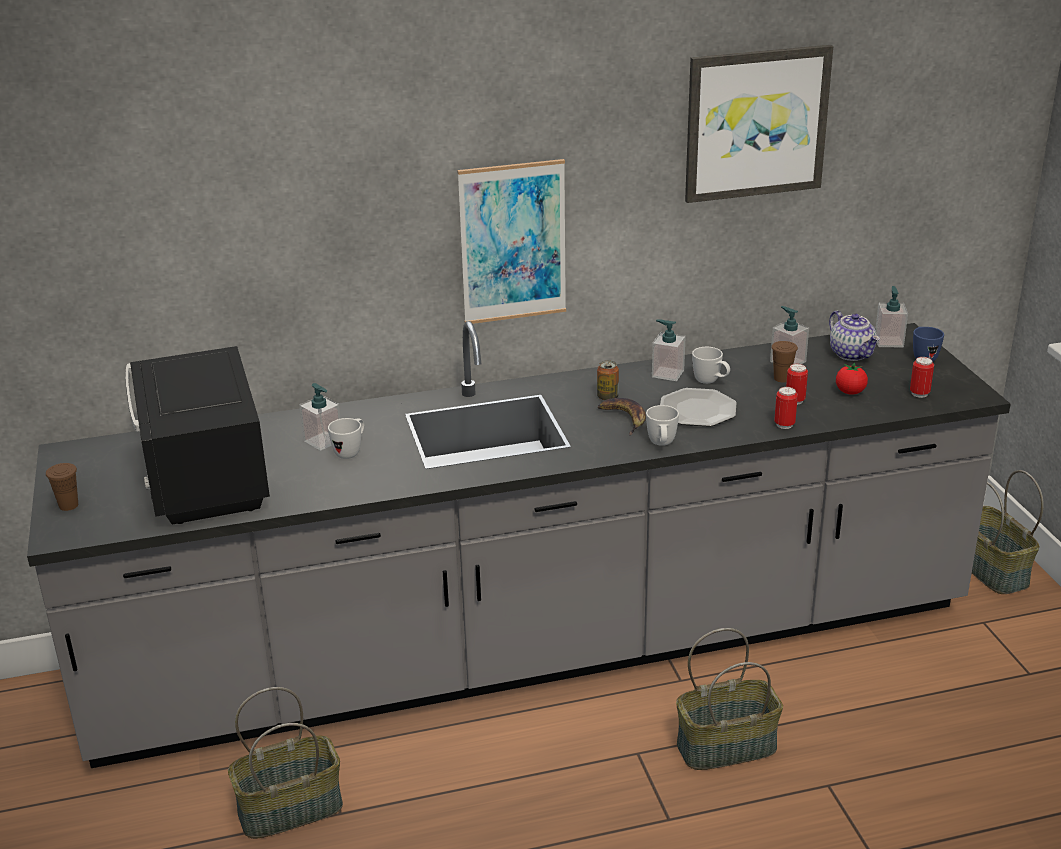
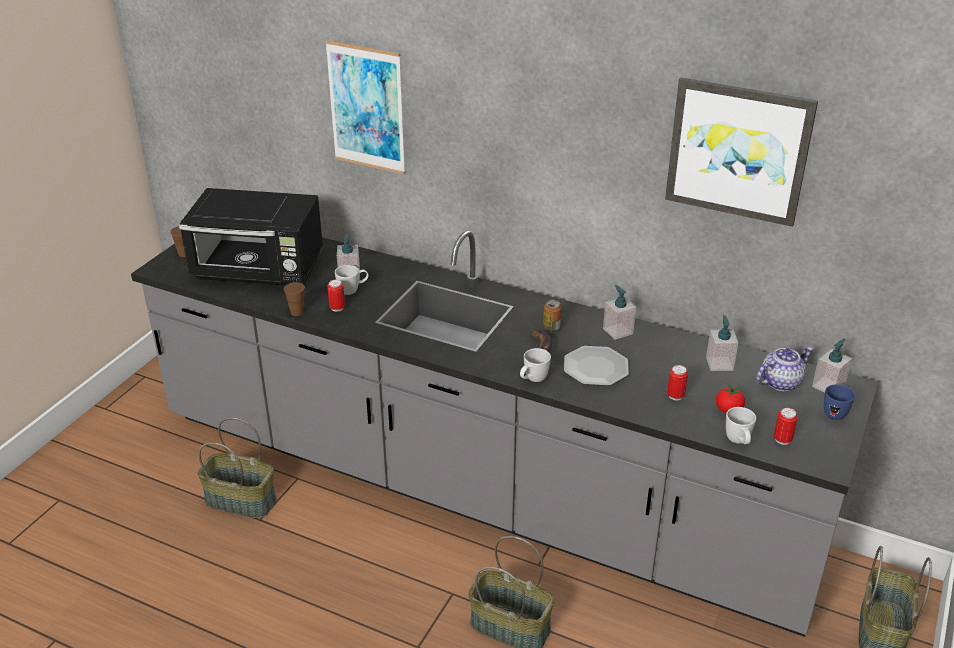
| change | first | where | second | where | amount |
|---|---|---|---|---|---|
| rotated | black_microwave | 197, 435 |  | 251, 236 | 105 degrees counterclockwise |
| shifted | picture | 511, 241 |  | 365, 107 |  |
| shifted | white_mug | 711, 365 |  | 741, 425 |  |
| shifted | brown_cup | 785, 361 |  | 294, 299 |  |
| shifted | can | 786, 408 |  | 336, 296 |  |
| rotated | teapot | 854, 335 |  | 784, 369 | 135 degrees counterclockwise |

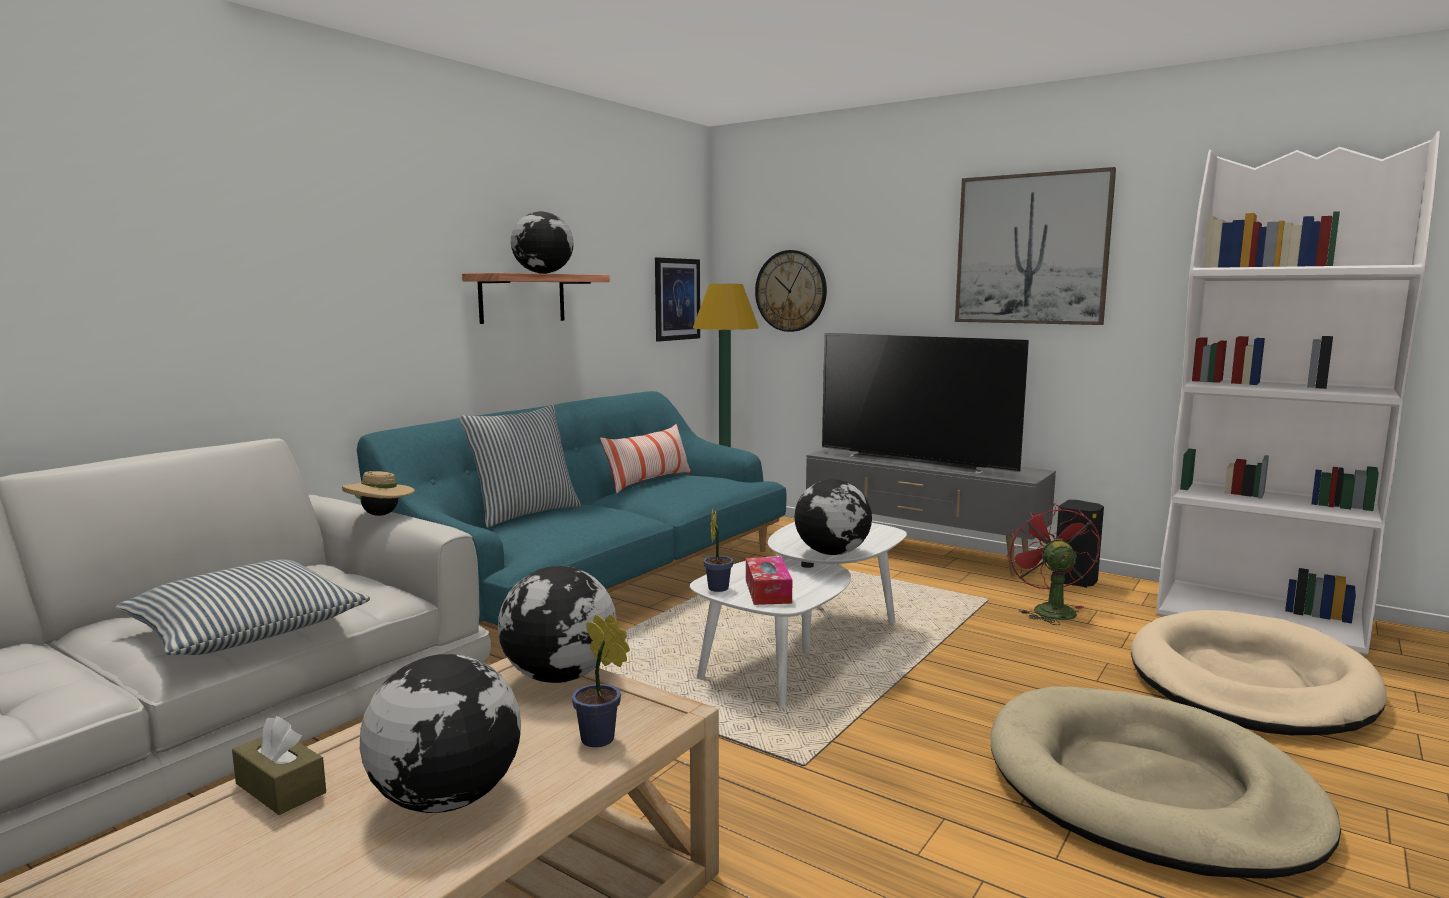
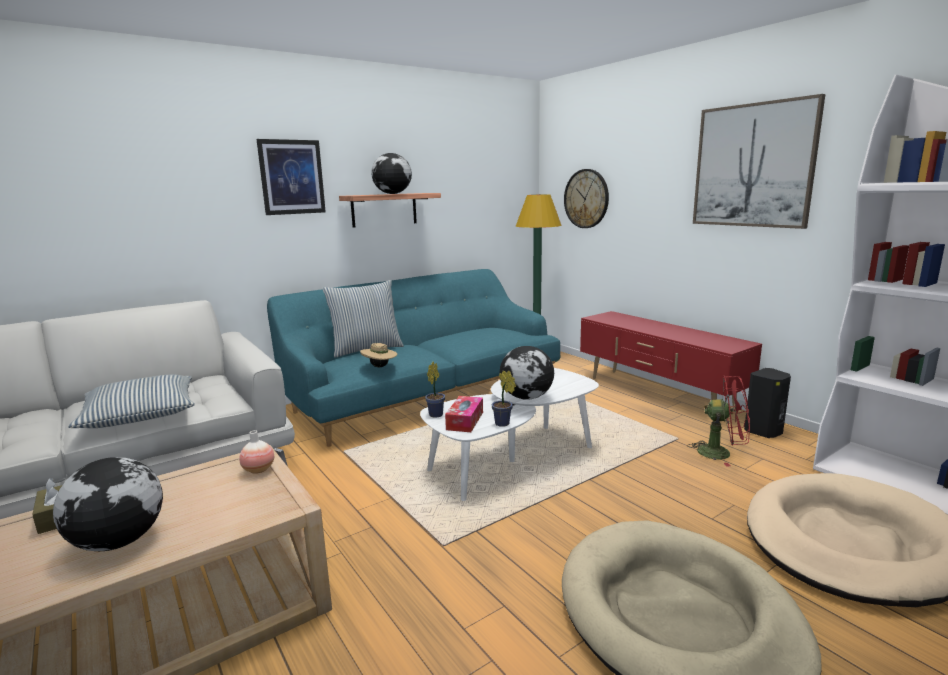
| change | first | where | second | where | amount |
|---|---|---|---|---|---|
| shifted | beige_hat | 378, 493 |  | 378, 355 |  |
| swapped | globe | 557, 624 | vase | 256, 452 |  |
| shifted | potted_plant | 601, 681 |  | 504, 398 |  |
| gone | pillow | 645, 459 |  |  |  |
| shifted | picture | 677, 300 |  | 291, 177 |  |
| repainted | grey_tv_stand | 931, 512 | red_tv_stand | 671, 361 |  |
| gone | television | 925, 403 |  |  |  |
| rotated | red_fan | 1053, 564 |  | 718, 421 | 90 degrees clockwise |

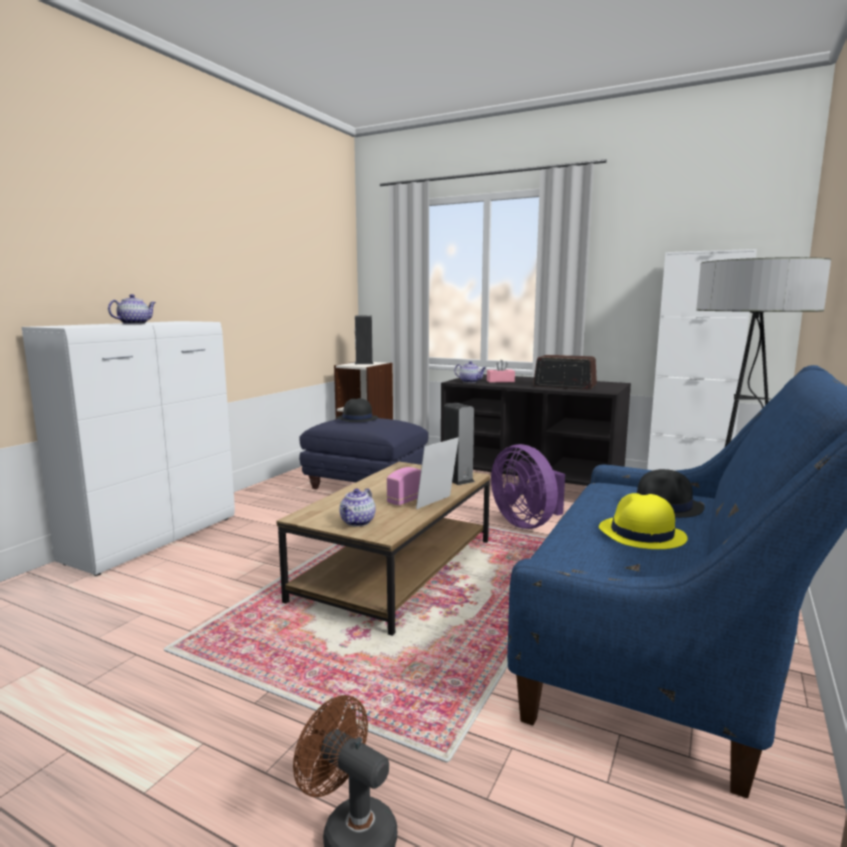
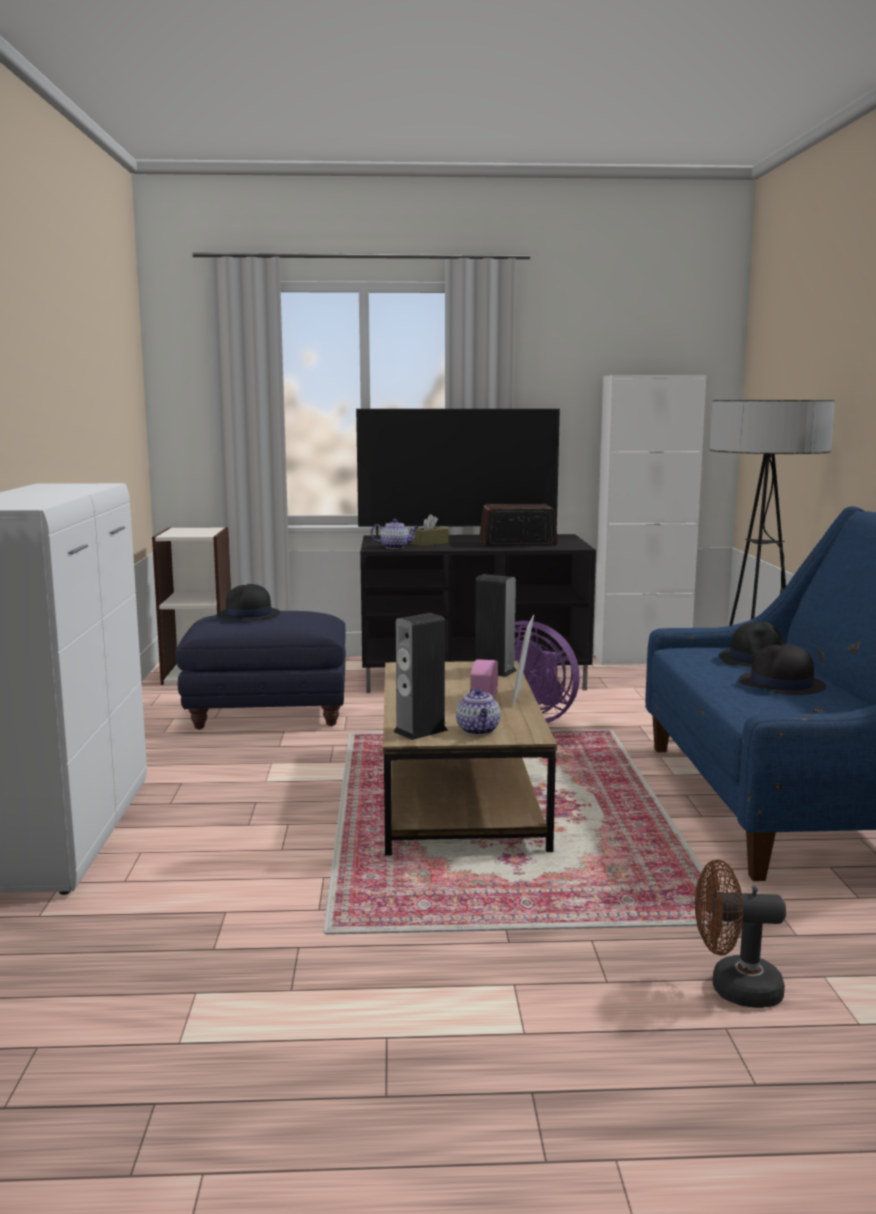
| change | first | where | second | where | amount |
|---|---|---|---|---|---|
| gone | teapot | 132, 309 |  |  |  |
| shifted | speaker | 364, 339 |  | 420, 676 |  |
| repainted | pink_tissue_box | 501, 371 | brown_tissue_box | 429, 530 |  |
| repainted | yellow_hat | 643, 521 | black_hat | 782, 669 |  |
| new |  |  | television | 458, 474 |  |

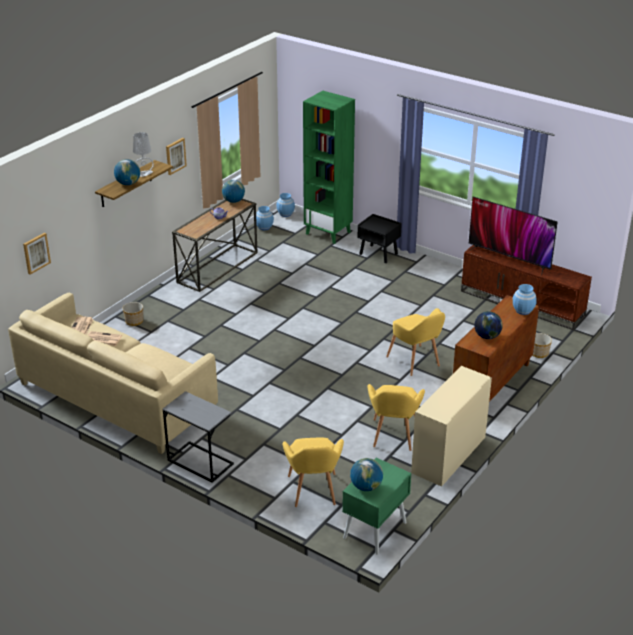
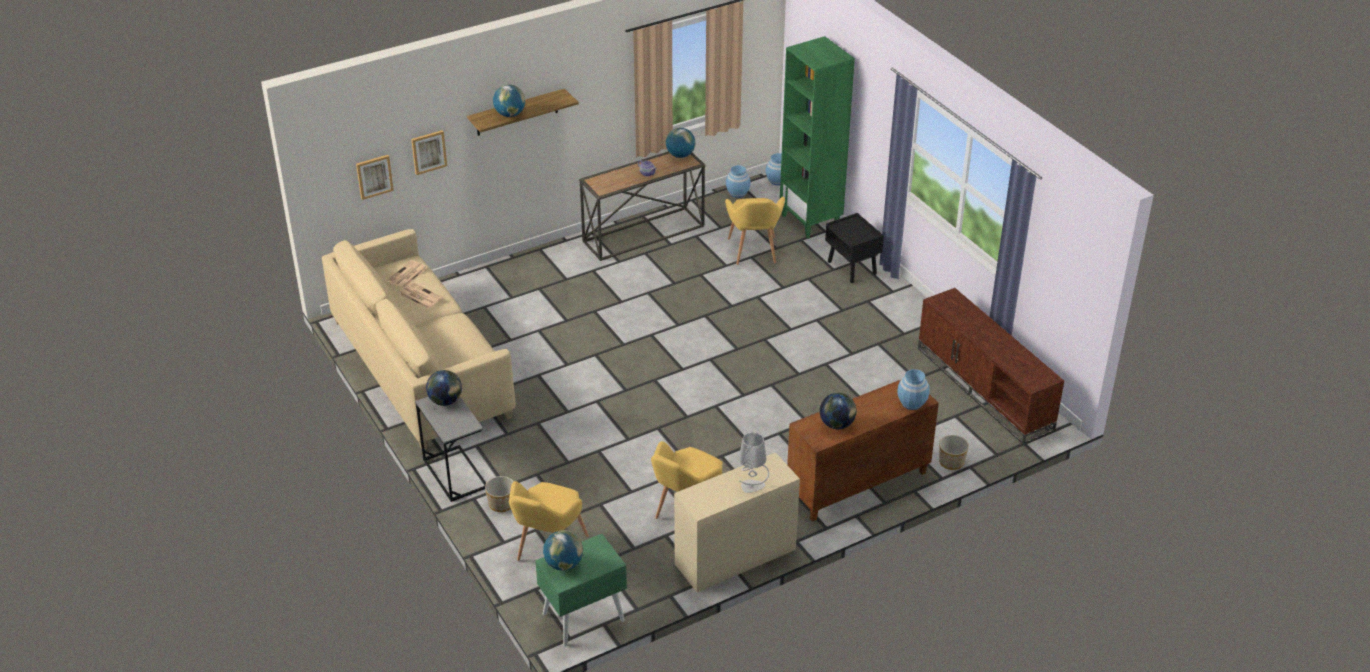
| change | first | where | second | where | amount |
|---|---|---|---|---|---|
| shifted | planter | 133, 314 |  | 499, 494 |  |
| shifted | grey_table_lamp | 143, 154 |  | 754, 462 |  |
| shifted | picture | 176, 156 |  | 429, 152 |  |
| shifted | yellow_armchair | 415, 342 |  | 755, 231 |  |
| gone | television | 512, 236 |  |  |  |
| new |  |  | globe | 444, 388 |  |

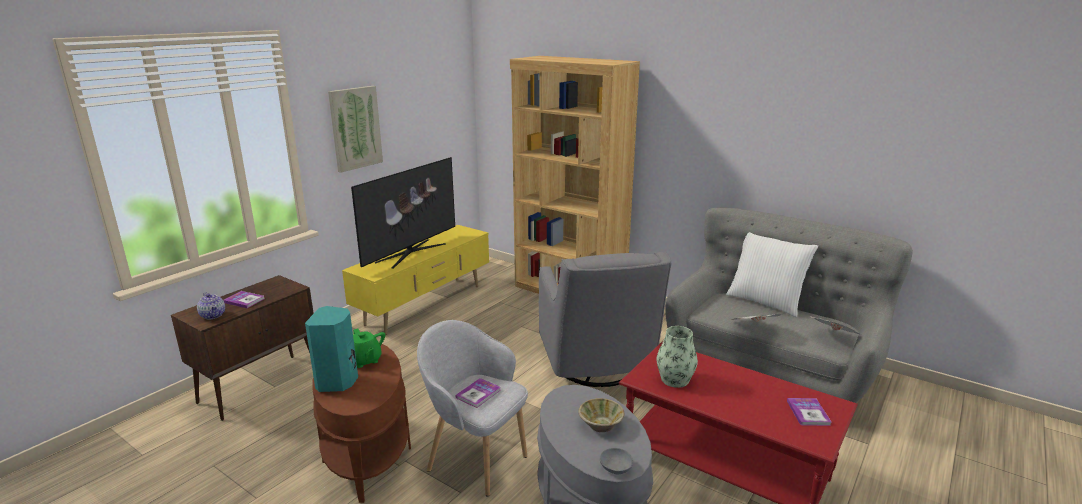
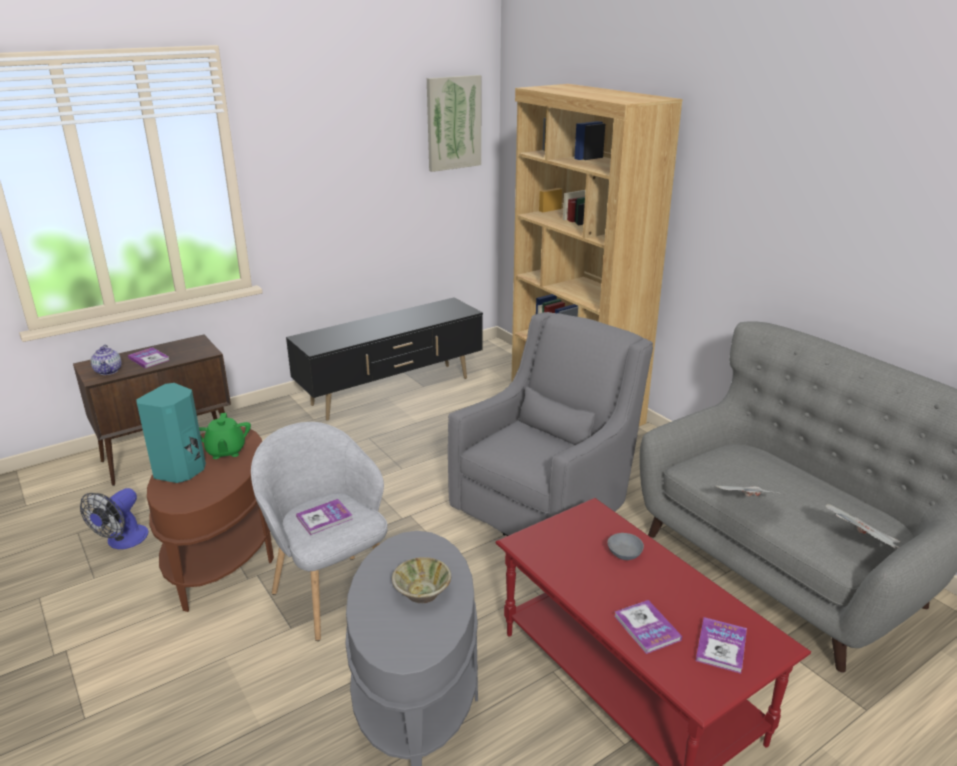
| change | first | where | second | where | amount |
|---|---|---|---|---|---|
| shifted | picture | 355, 129 |  | 454, 123 |  |
| repainted | yellow_tv_stand | 415, 280 | black_tv_stand | 384, 359 |  |
| gone | television | 403, 213 |  |  |  |
| rotated | grey_armchair | 605, 319 |  | 550, 424 | 150 degrees counterclockwise |
| shifted | grey_bowl | 616, 461 |  | 625, 546 |  |
| gone | vase | 677, 357 |  |  |  |
| gone | white_pillow | 772, 274 |  |  |  |
| new |  |  | fan | 114, 518 |  |
| new |  |  | book | 648, 627 |  |

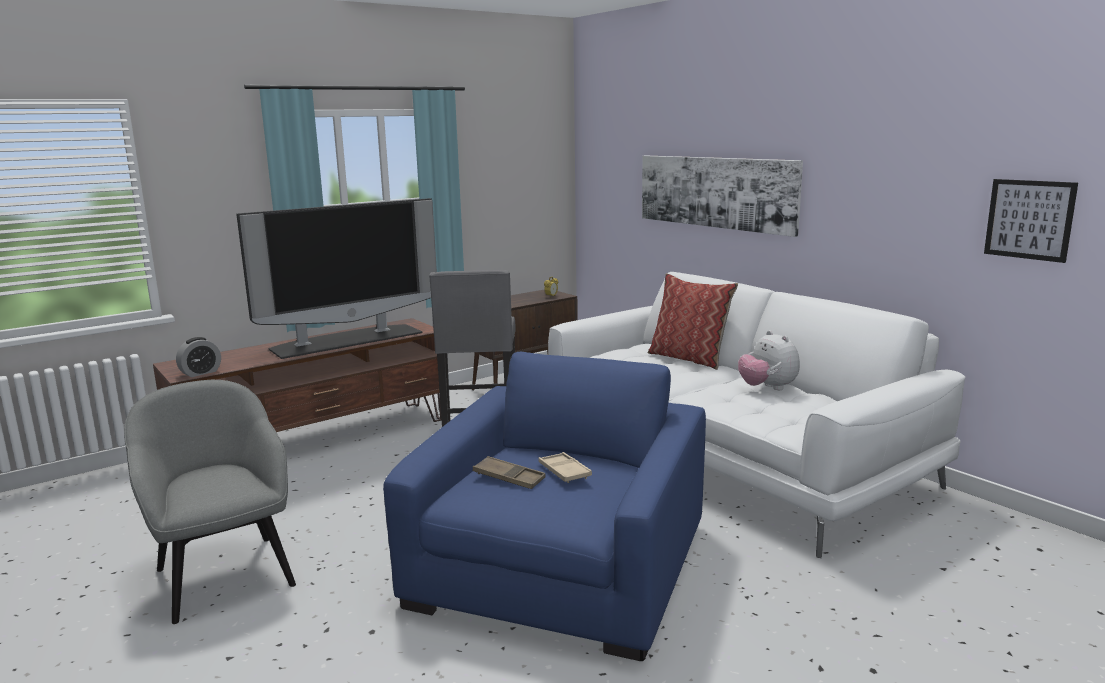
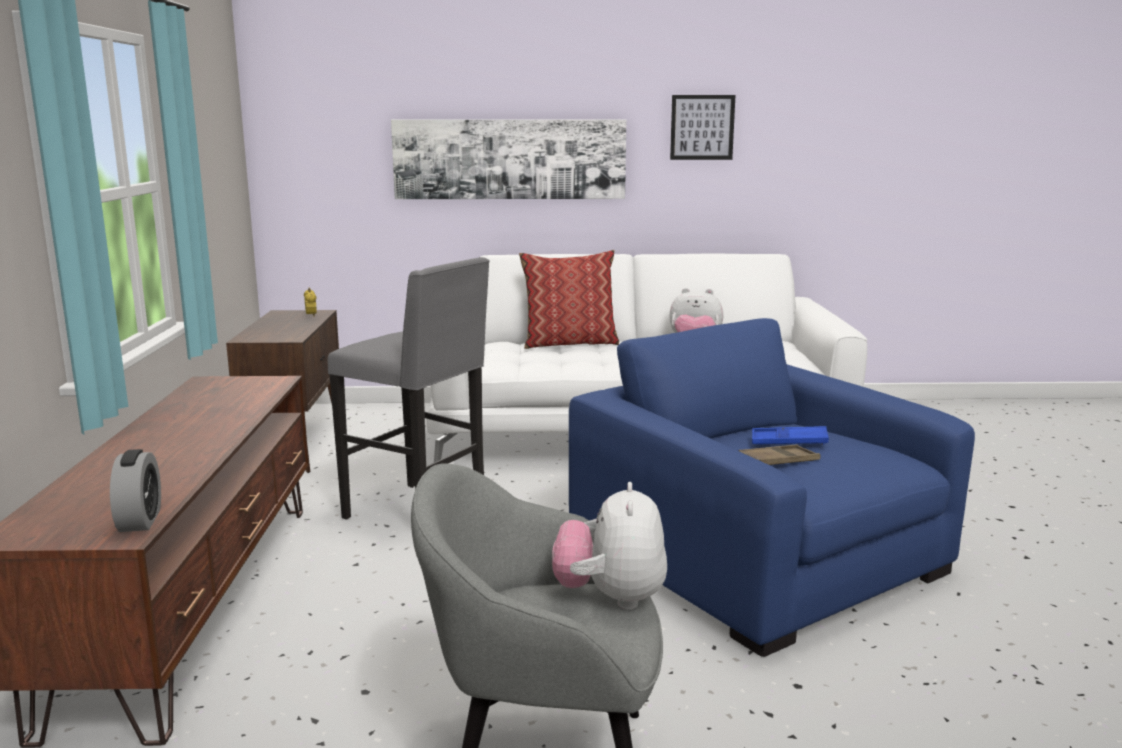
| change | first | where | second | where | amount |
|---|---|---|---|---|---|
| gone | television | 336, 278 |  |  |  |
| repainted | beige_tray | 565, 467 | blue_tray | 790, 435 |  |
| shifted | picture | 1031, 221 |  | 702, 127 |  |
| new |  |  | plush_toy | 609, 546 |  |

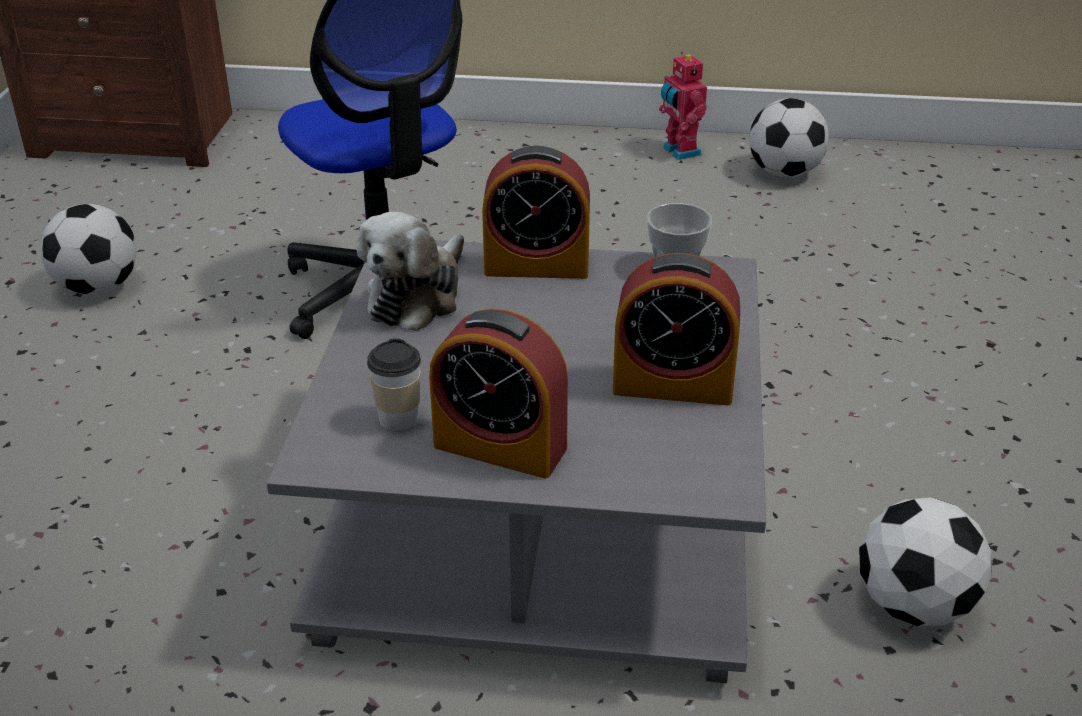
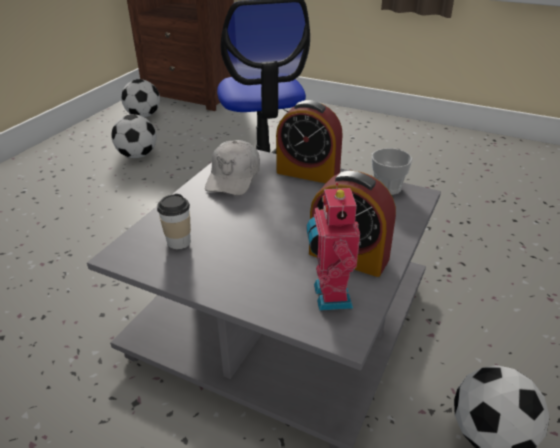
| change | first | where | second | where | amount |
|---|---|---|---|---|---|
| swapped | plush_toy | 410, 271 | white_cap | 232, 167 |  |
| gone | alarm_clock | 498, 393 |  |  |  |
| shifted | toy_robot | 683, 106 |  | 333, 247 |  |
| shifted | football | 789, 138 |  | 140, 98 |  |

